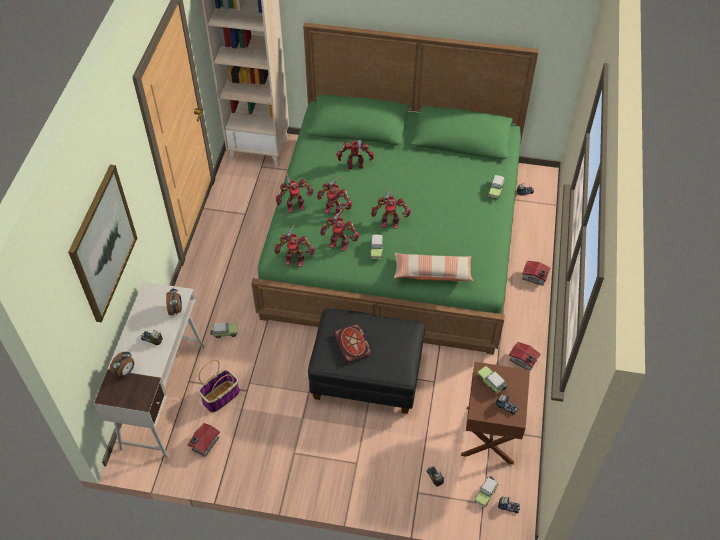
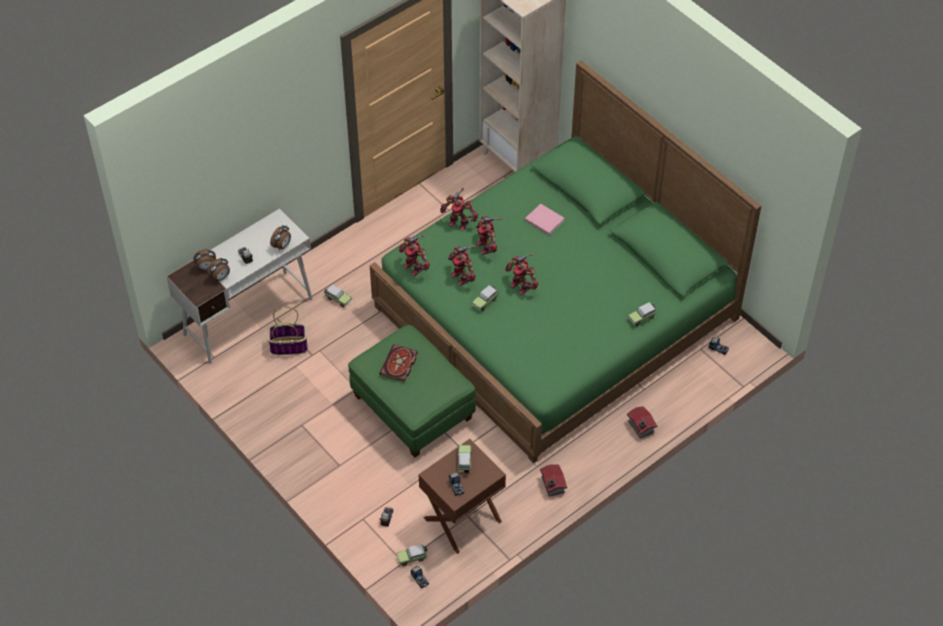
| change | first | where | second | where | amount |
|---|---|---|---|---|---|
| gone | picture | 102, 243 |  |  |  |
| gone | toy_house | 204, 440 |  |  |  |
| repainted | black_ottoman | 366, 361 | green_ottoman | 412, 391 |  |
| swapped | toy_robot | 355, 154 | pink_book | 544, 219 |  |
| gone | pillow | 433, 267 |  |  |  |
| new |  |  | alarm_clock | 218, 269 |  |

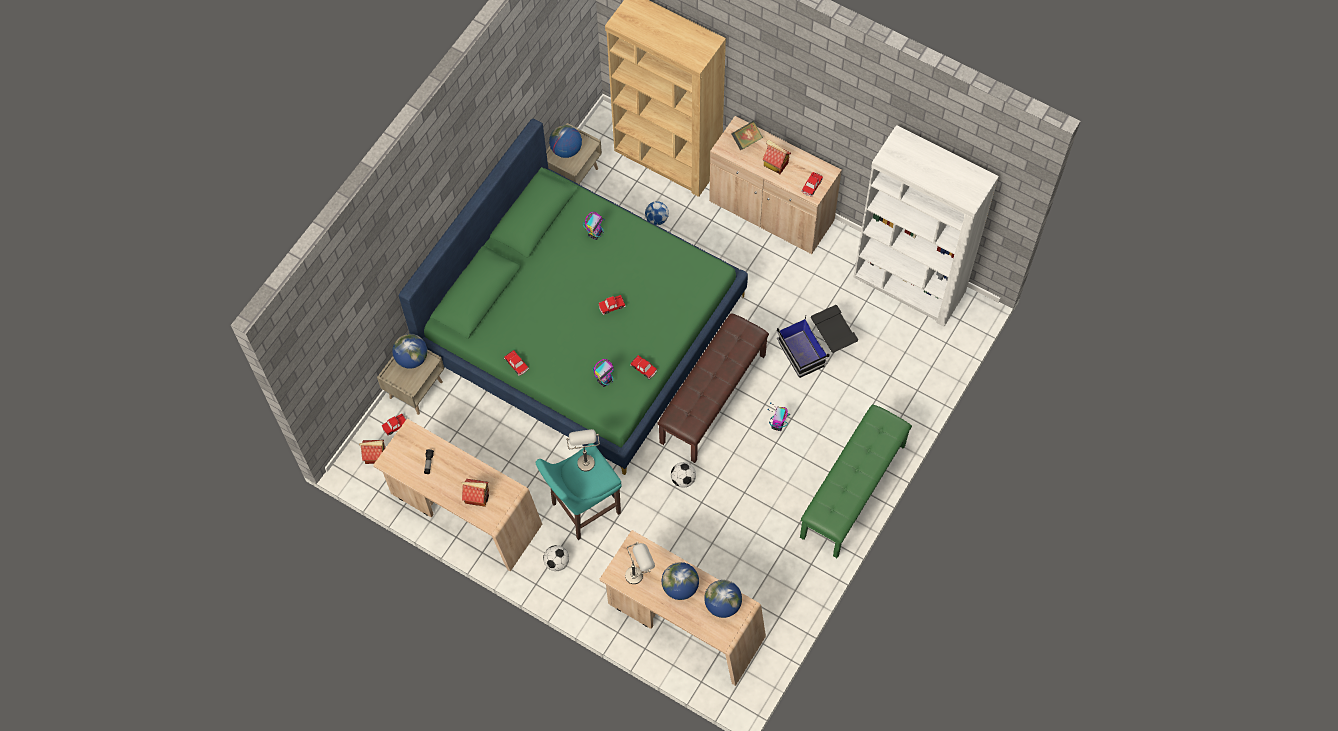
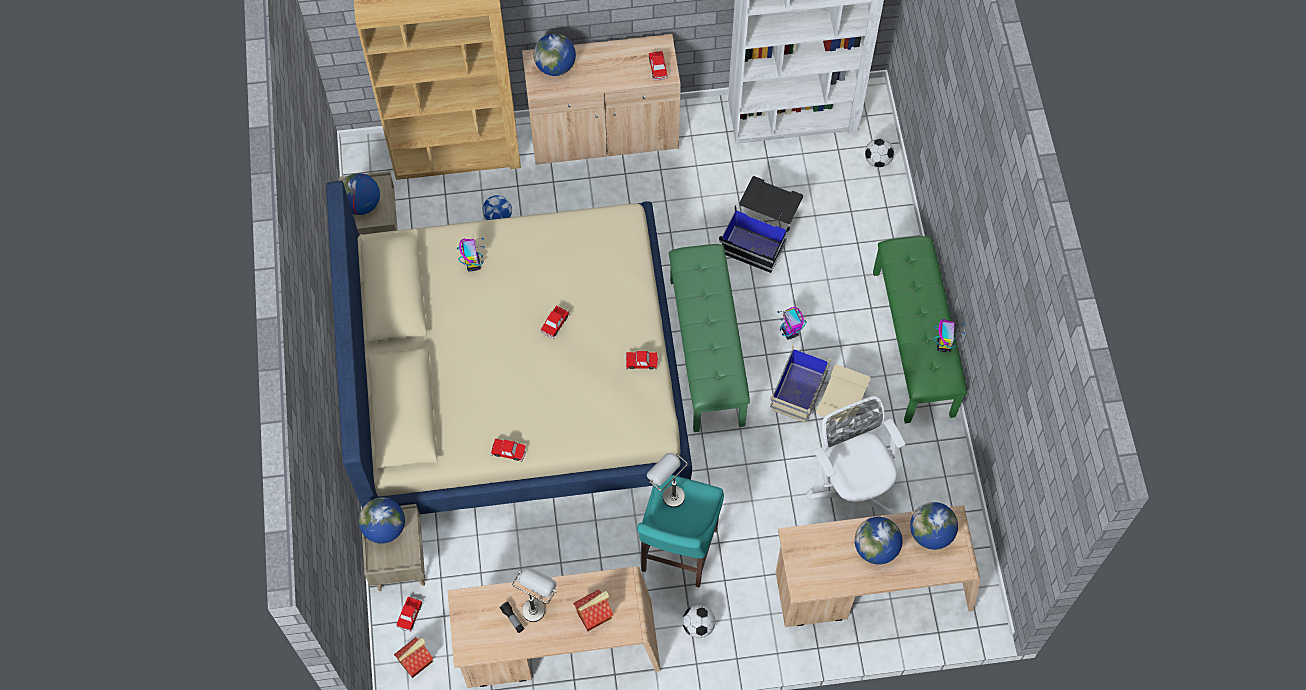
| change | first | where | second | where | amount |
|---|---|---|---|---|---|
| repainted | green_bed | 573, 296 | beige_bed | 509, 347 |  |
| shifted | toy_robot | 603, 373 |  | 950, 335 |  |
| shifted | grey_table_lamp | 640, 563 |  | 534, 595 |  |
| repainted | brown_bench | 713, 388 | green_bench | 709, 338 |  |
| shifted | football | 683, 475 |  | 879, 153 |  |
| swapped | book | 747, 136 | globe | 555, 54 |  |
| gone | toy_house | 776, 157 |  |  |  |
| new |  |  | beige_storage_box | 820, 384 |  |
| new |  |  | white_office_chair | 855, 458 |  |

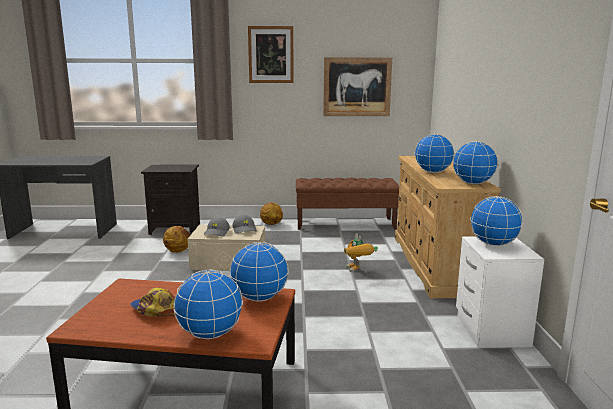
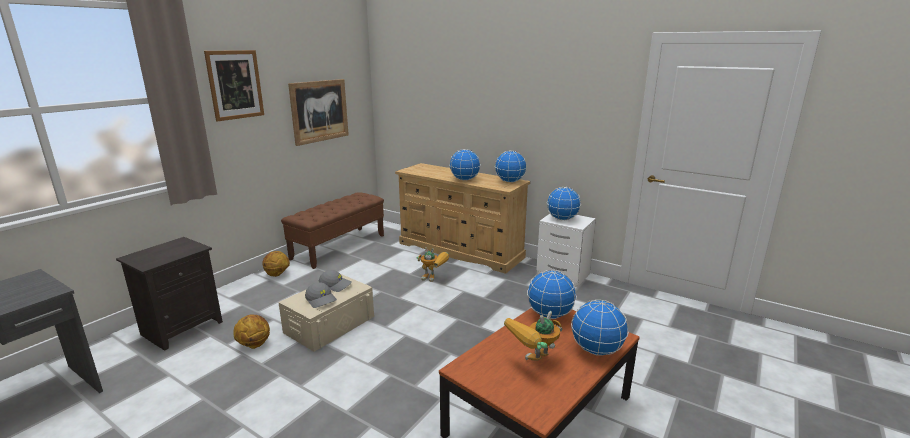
| change | first | where | second | where | amount |
|---|---|---|---|---|---|
| swapped | cap | 153, 302 | toy_robot | 533, 336 |  |

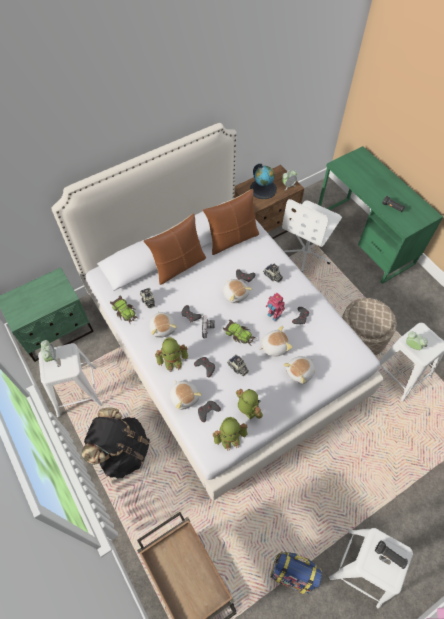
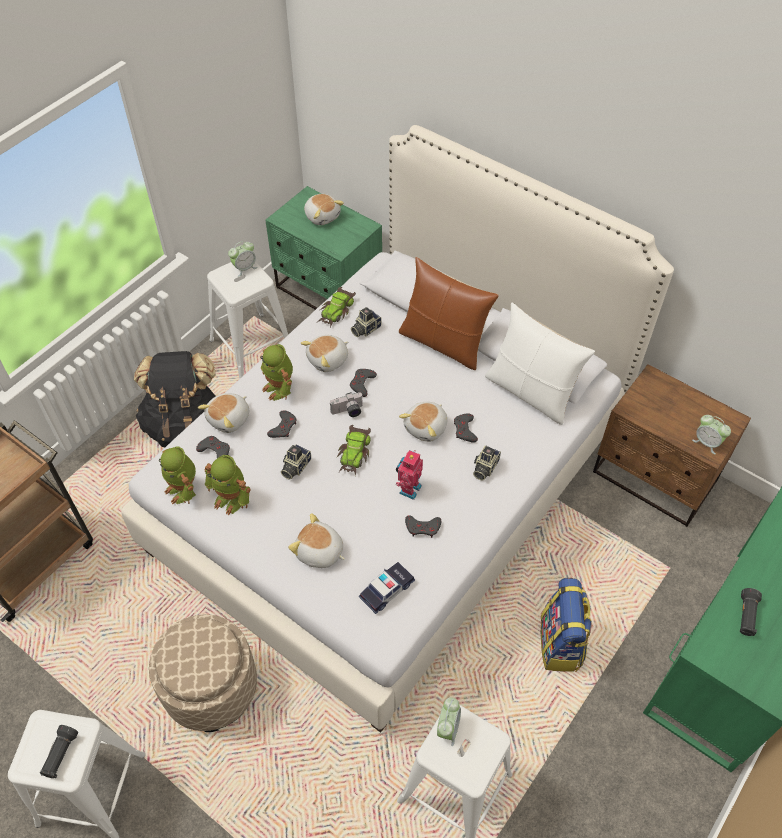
| change | first | where | second | where | amount |
|---|---|---|---|---|---|
| repainted | brown_pillow | 231, 222 | white_pillow | 540, 364 |  |
| rotated | toy_robot | 249, 404 |  | 228, 485 | 90 degrees clockwise |
| gone | globe | 263, 181 |  |  |  |
| shifted | plush_toy | 276, 341 |  | 324, 209 |  |
| shifted | backpack | 296, 572 |  | 566, 625 |  |
| gone | white_office_chair | 312, 236 |  |  |  |
| shifted | beige_ottoman | 369, 326 |  | 203, 673 |  |
| new |  |  | toy_car | 387, 588 |  |

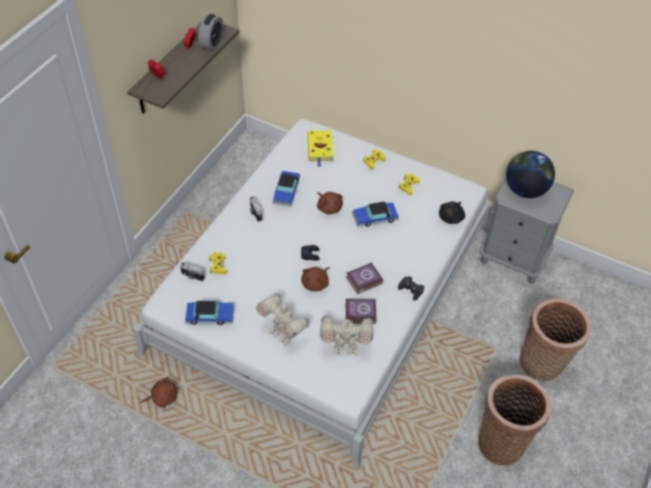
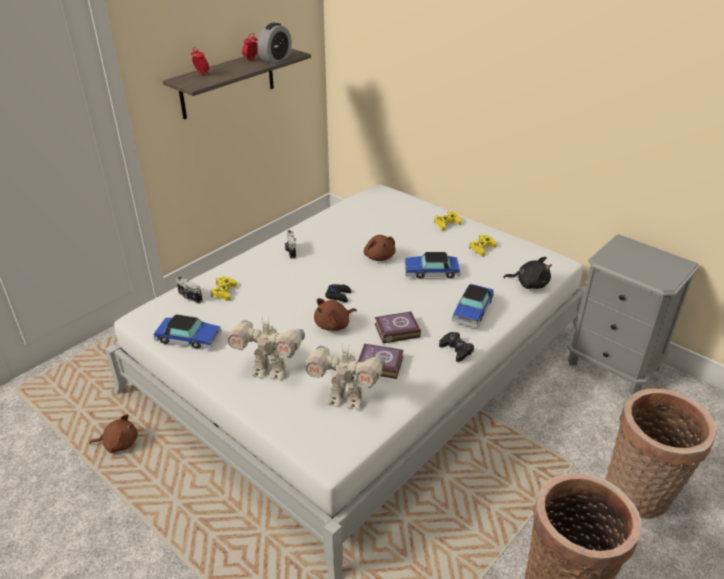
| change | first | where | second | where | amount |
|---|---|---|---|---|---|
| rotated | toy_robot | 283, 319 |  | 266, 349 | 45 degrees counterclockwise |
| shifted | toy_car | 286, 189 |  | 473, 306 |  |
| gone | yellow_book | 320, 148 |  |  |  |
| rotated | black_plush_toy | 452, 213 |  | 527, 273 | 120 degrees counterclockwise |
| gone | globe | 530, 174 |  |  |  |

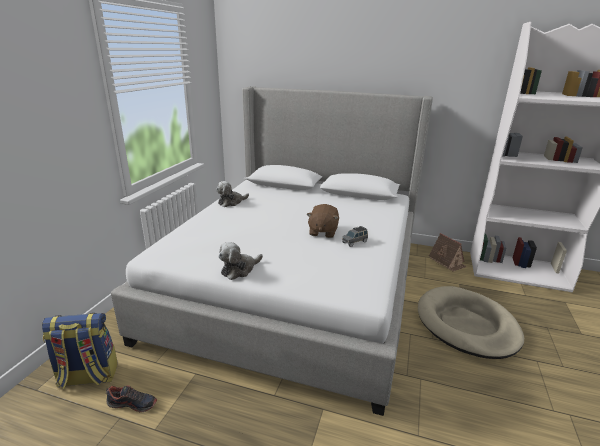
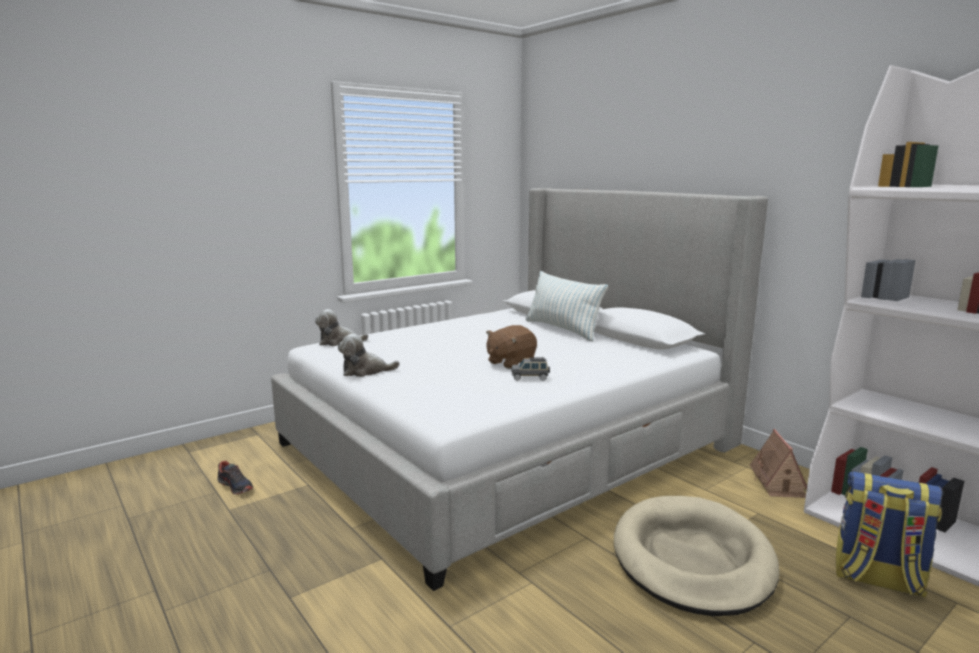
| change | first | where | second | where | amount |
|---|---|---|---|---|---|
| shifted | backpack | 80, 351 |  | 889, 534 |  |
| shifted | plush_toy | 232, 194 |  | 341, 327 |  |
| new |  |  | pillow | 567, 306 |  |

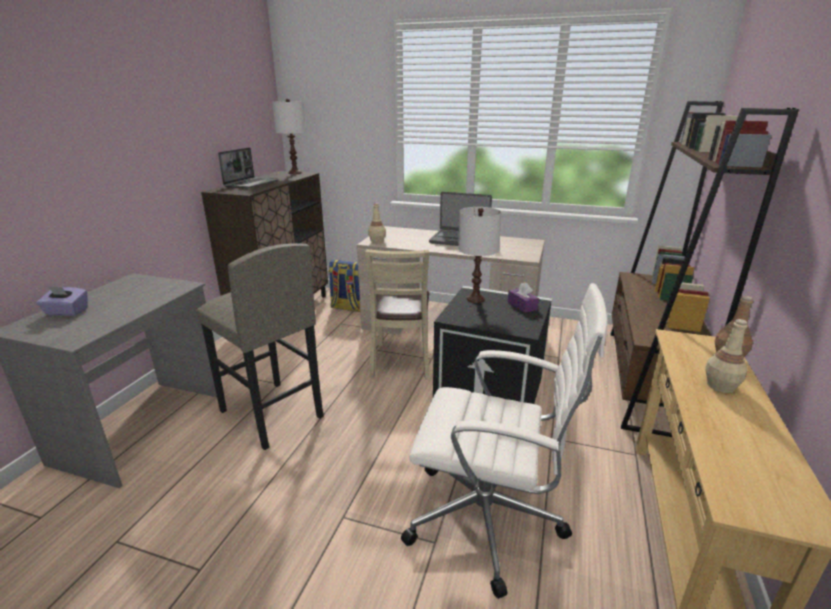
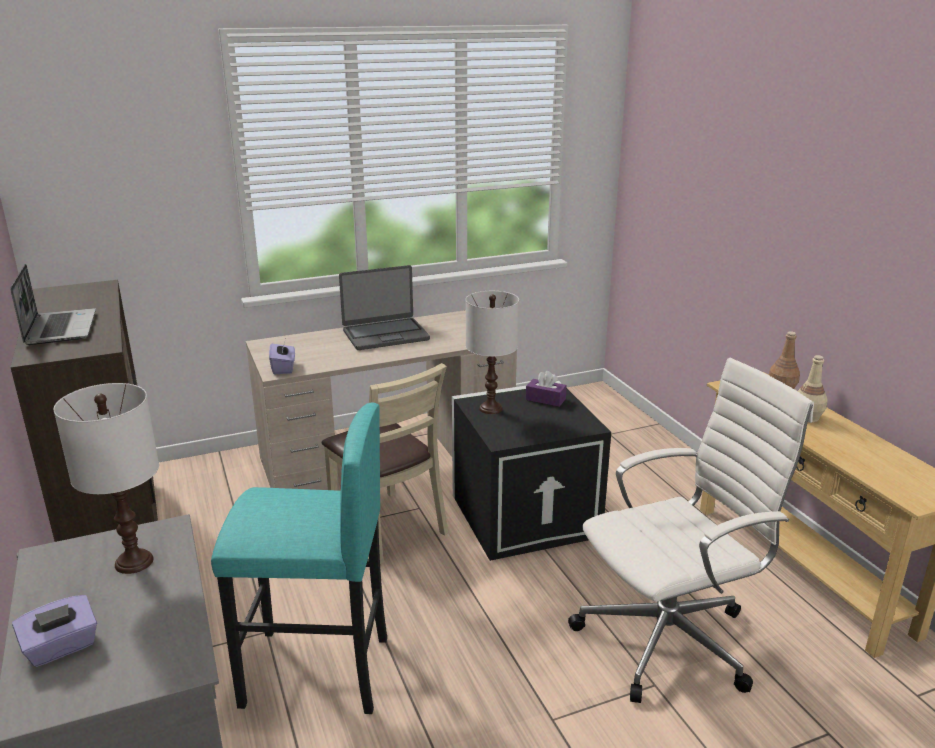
| change | first | where | second | where | amount |
|---|---|---|---|---|---|
| repainted | grey_stool | 260, 346 | turquoise_stool | 299, 558 |  |
| shifted | white_table_lamp | 289, 136 |  | 106, 478 |  |
| gone | backpack | 344, 286 |  |  |  |
| swapped | beige_bottle | 377, 223 | purple_tissue_box | 282, 358 |  |
| gone | brown_bookcase | 704, 269 |  |  |  |

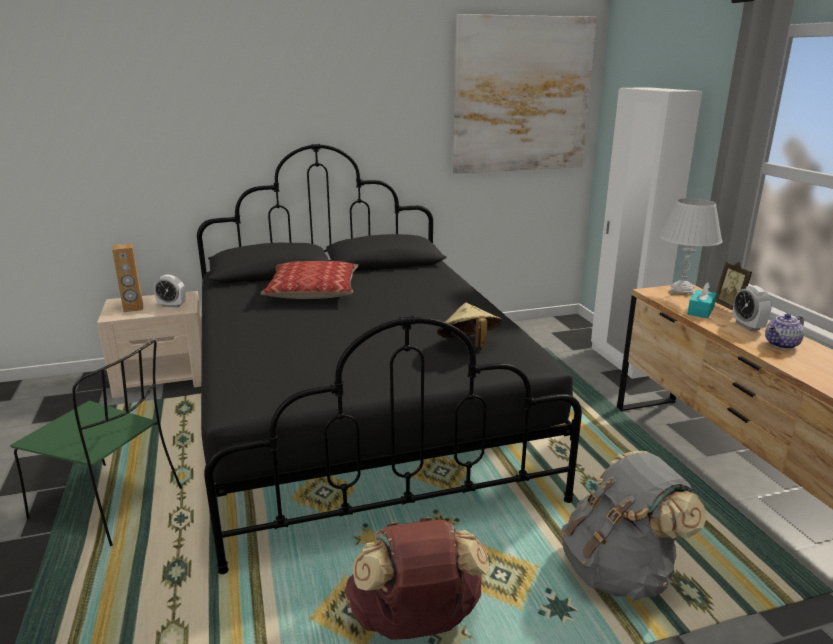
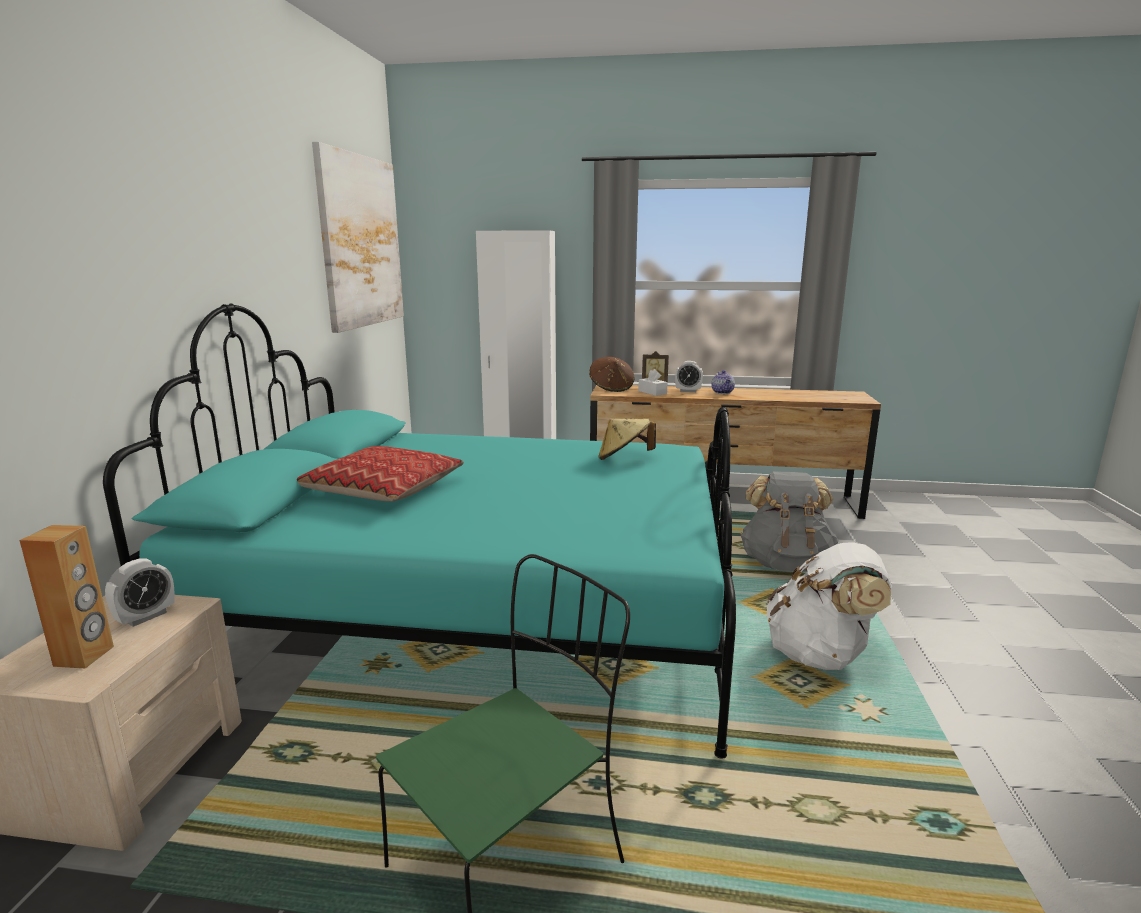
| change | first | where | second | where | amount |
|---|---|---|---|---|---|
| repainted | black_bed | 389, 359 | turquoise_bed | 419, 531 |  |
| repainted | brown_backpack | 417, 578 | white_backpack | 829, 606 |  |
| swapped | white_table_lamp | 691, 247 | brown_hat | 612, 374 |  |
| repainted | turquoise_tissue_box | 702, 300 | white_tissue_box | 653, 382 |  |

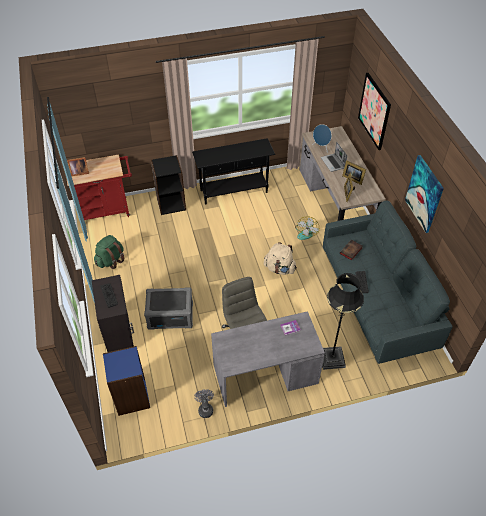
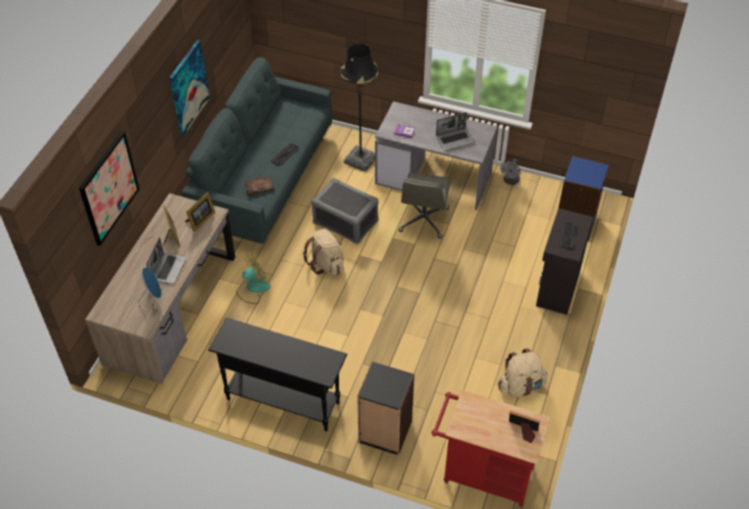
| change | first | where | second | where | amount |
|---|---|---|---|---|---|
| repainted | green_backpack | 109, 252 | beige_backpack | 522, 372 |  |
| shifted | grey_storage_box | 168, 308 |  | 345, 211 |  |
| new |  |  | laptop | 455, 131 |  |

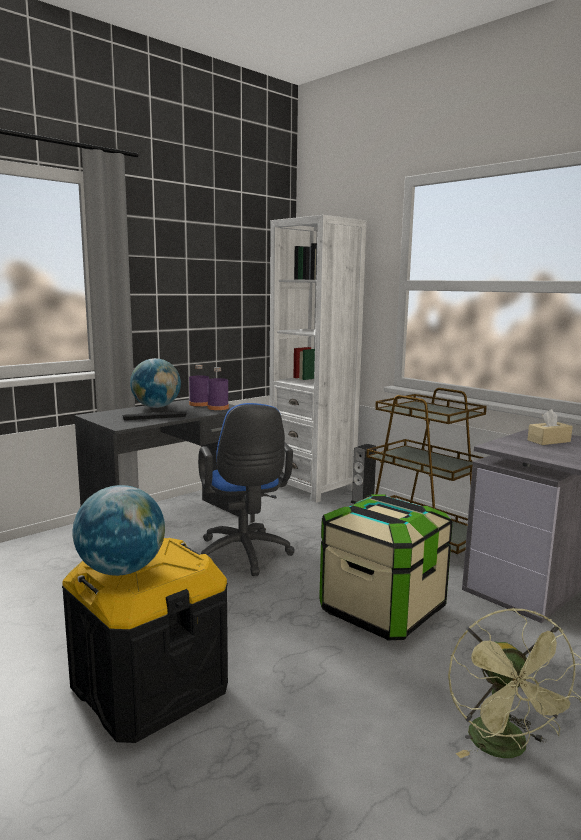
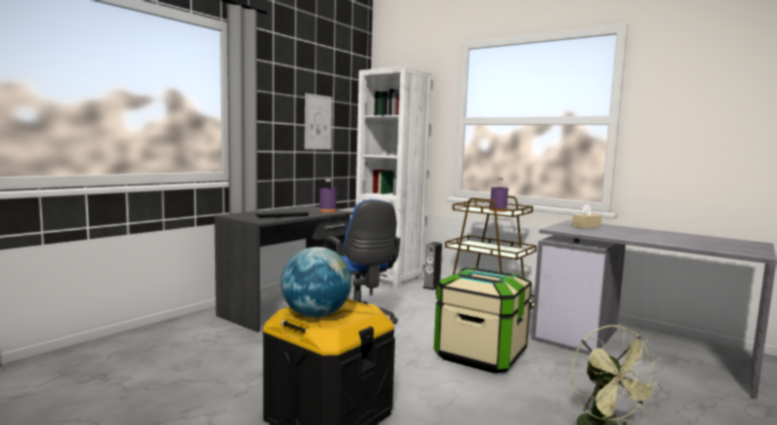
| change | first | where | second | where | amount |
|---|---|---|---|---|---|
| gone | globe | 155, 383 |  |  |  |
| shifted | purple_bottle | 199, 386 |  | 499, 195 |  |
| new |  |  | picture | 318, 121 |  |

